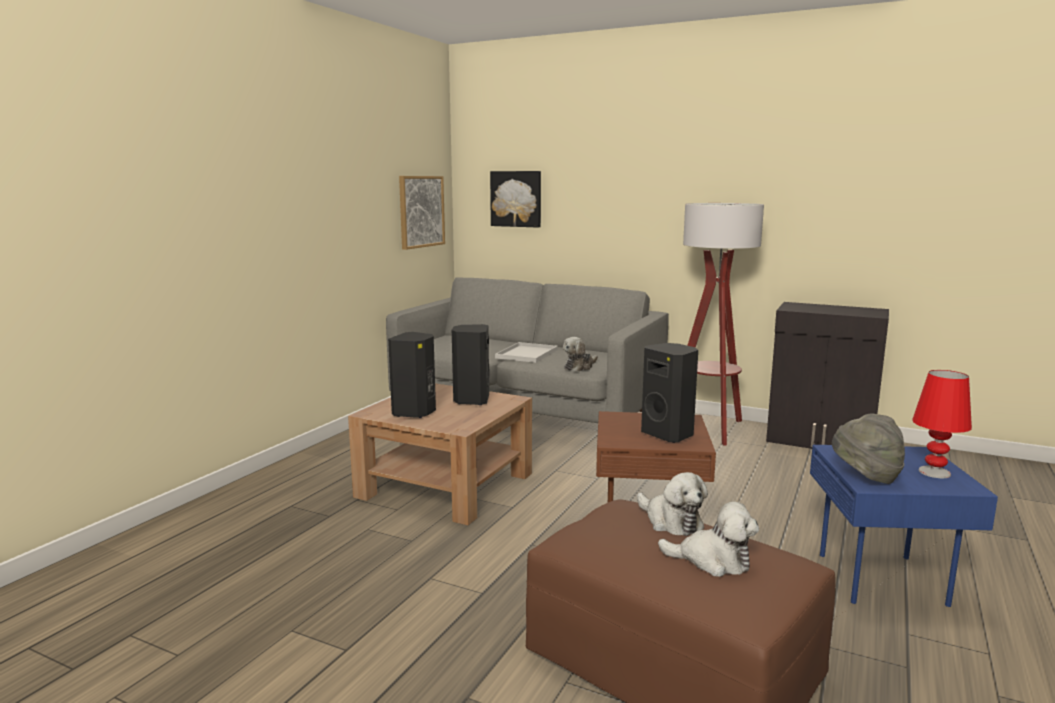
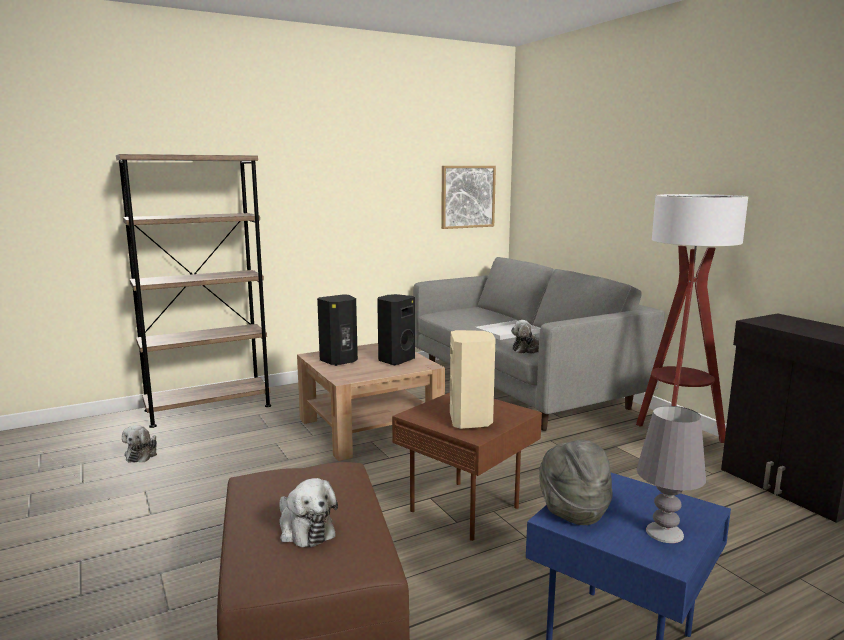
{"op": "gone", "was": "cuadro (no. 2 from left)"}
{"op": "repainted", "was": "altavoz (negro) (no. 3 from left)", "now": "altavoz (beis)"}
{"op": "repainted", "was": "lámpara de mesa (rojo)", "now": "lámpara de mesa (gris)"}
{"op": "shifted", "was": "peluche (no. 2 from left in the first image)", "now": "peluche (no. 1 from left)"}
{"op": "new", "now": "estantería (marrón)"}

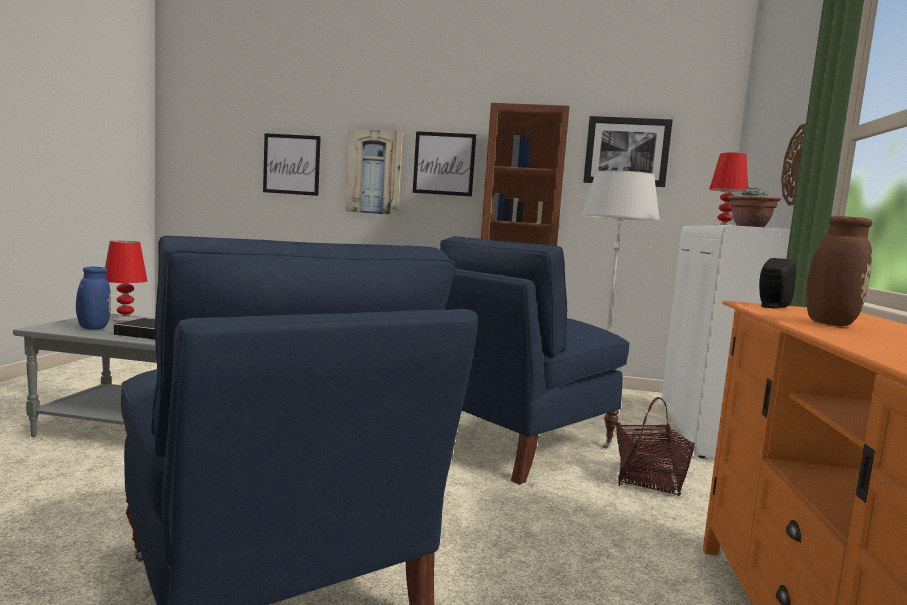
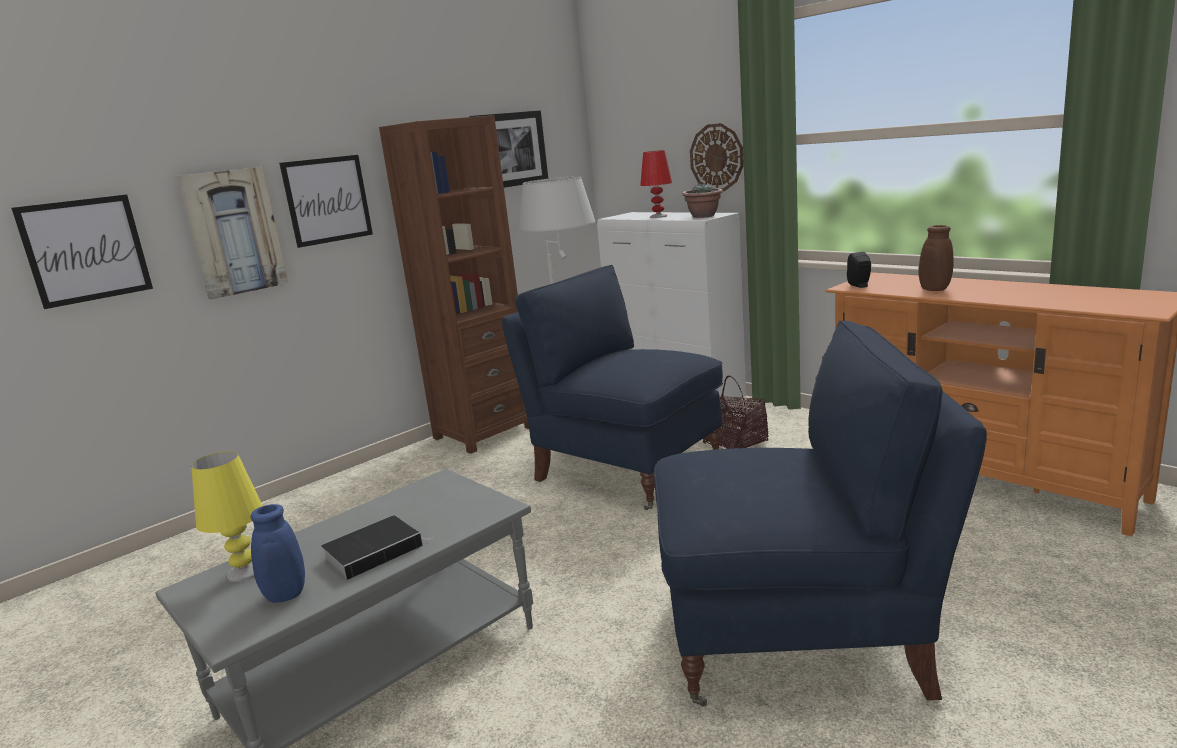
{"op": "rotated", "was": "sillón (azul) (no. 2 from left in the first image)", "clockwise": 135}
{"op": "repainted", "was": "lámpara de mesa (rojo) (no. 1 from left)", "now": "lámpara de mesa (amarillo)"}

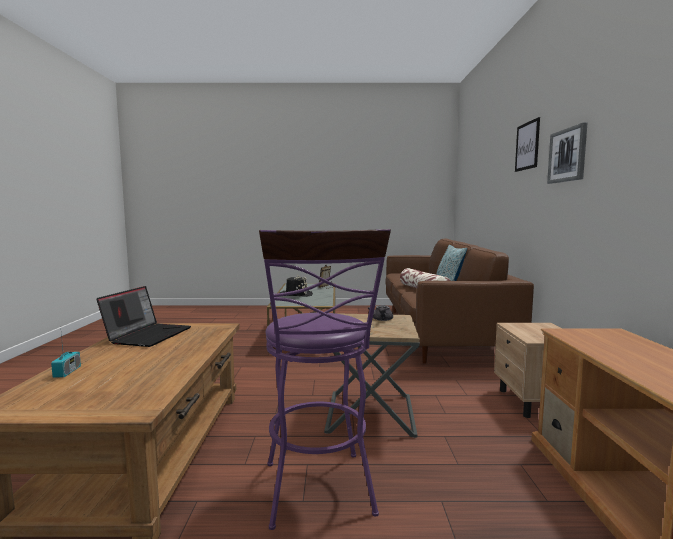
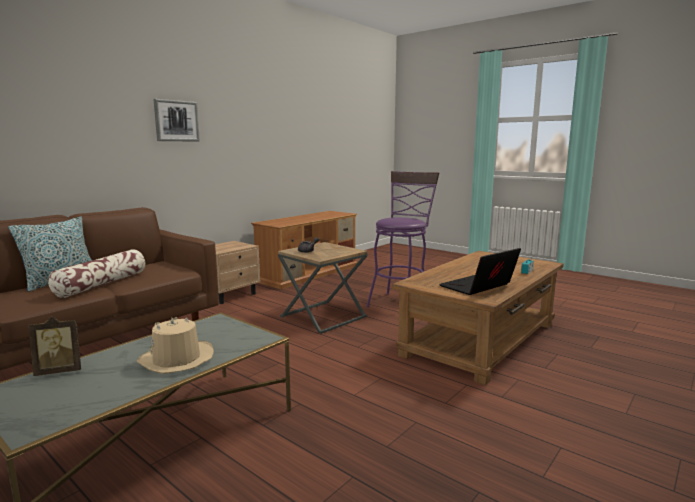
{"op": "gone", "was": "cuadro (no. 1 from left)"}
{"op": "repainted", "was": "sombrero (negro)", "now": "sombrero (beis)"}

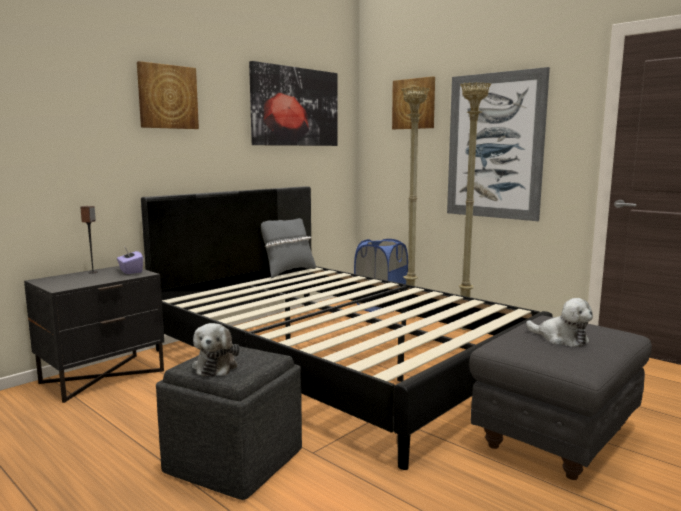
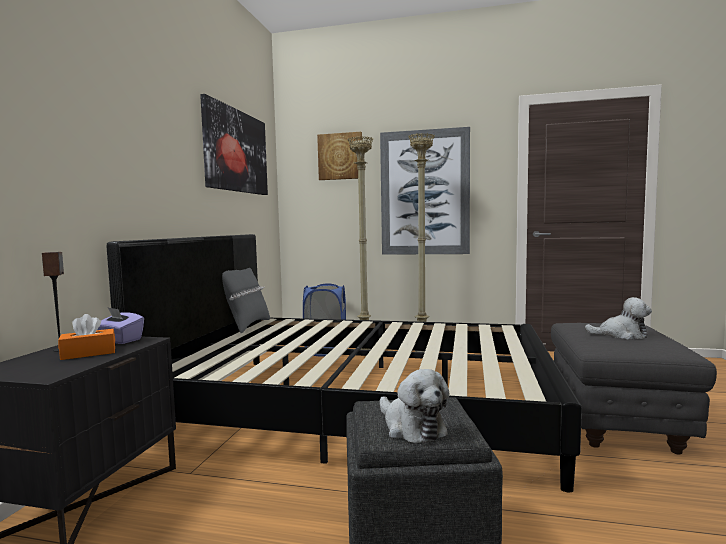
{"op": "gone", "was": "cuadro (no. 1 from left)"}
{"op": "new", "now": "caja de pañuelos (naranja)"}

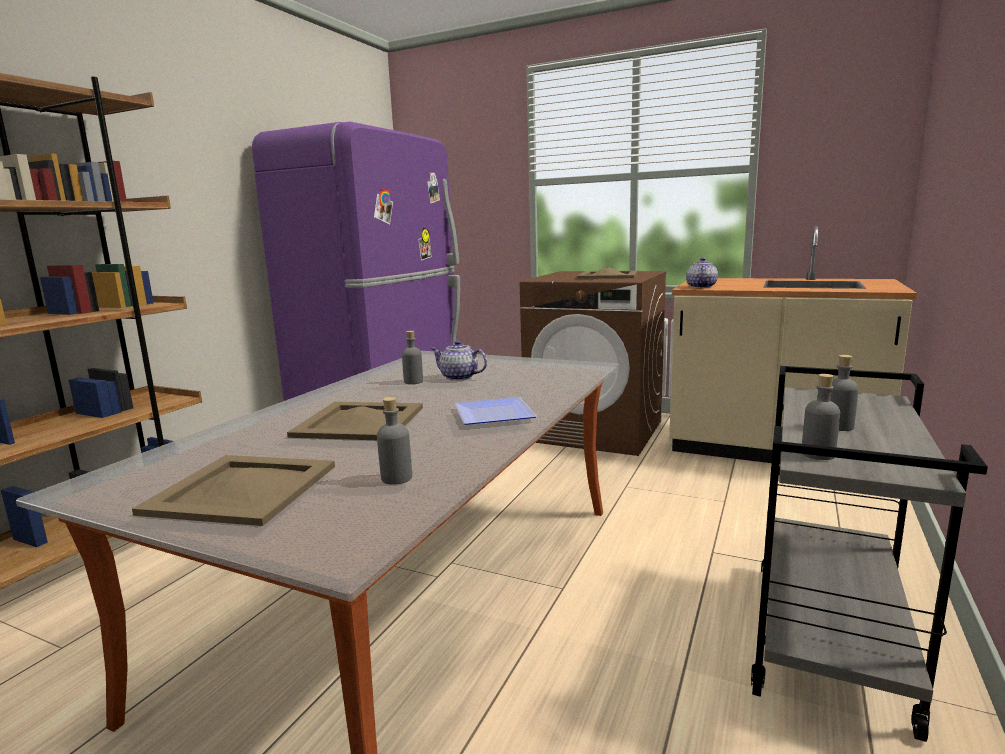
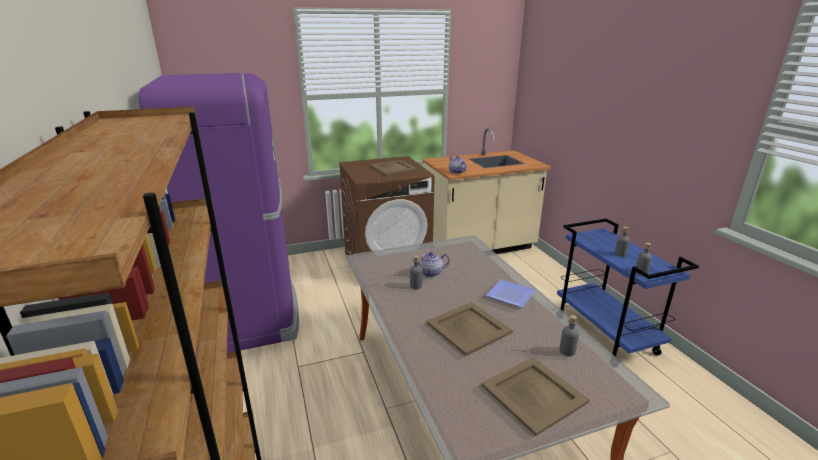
{"op": "repainted", "was": "carrito (gris)", "now": "carrito (azul)"}

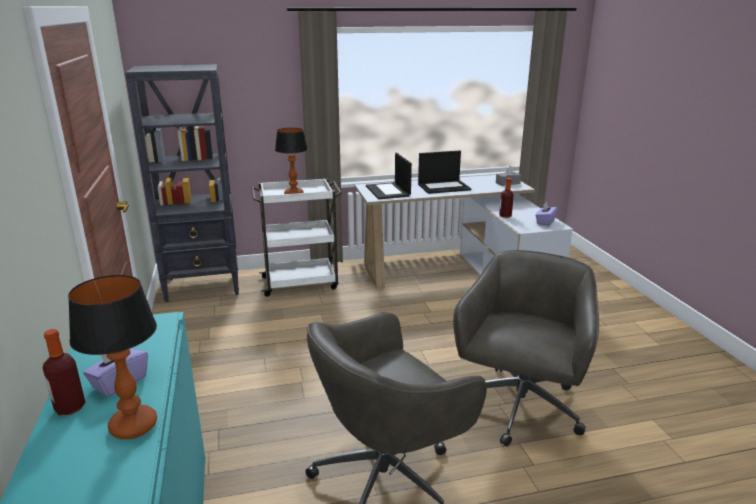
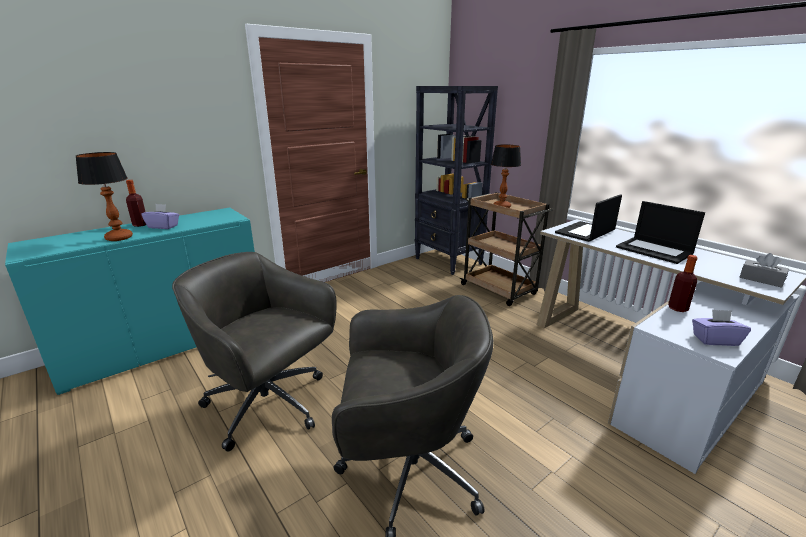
{"op": "repainted", "was": "carrito (blanco)", "now": "carrito (marrón)"}

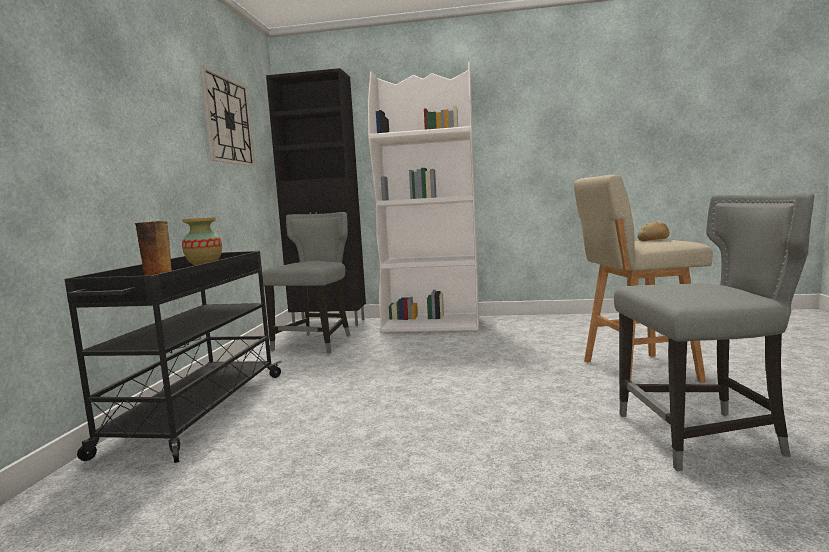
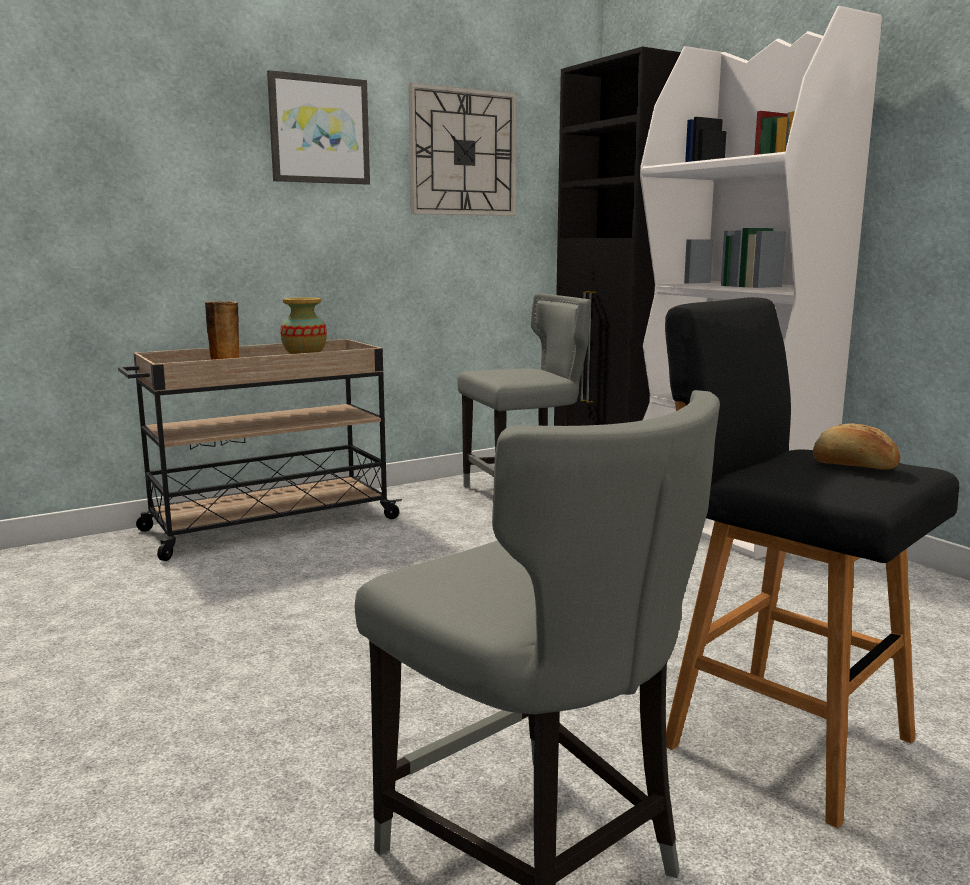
{"op": "repainted", "was": "taburete (beis)", "now": "taburete (negro)"}
{"op": "repainted", "was": "carrito (negro)", "now": "carrito (beis)"}
{"op": "new", "now": "cuadro"}

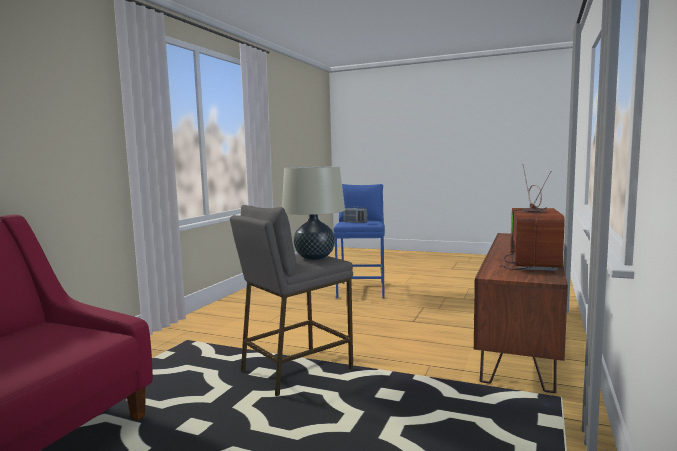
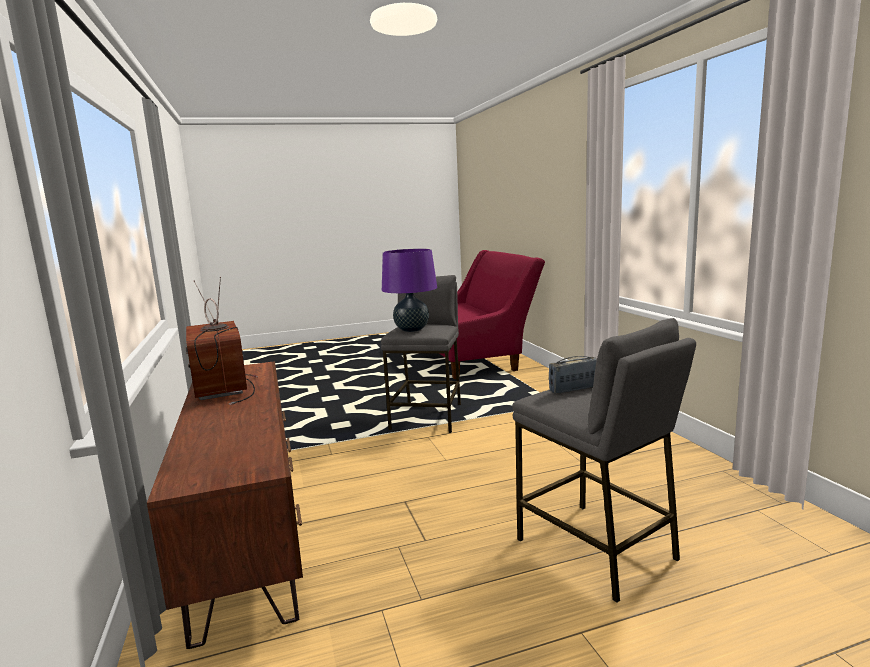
{"op": "repainted", "was": "lámpara de mesa (beis)", "now": "lámpara de mesa (morado)"}
{"op": "repainted", "was": "taburete (azul)", "now": "taburete (gris) (no. 2 from left)"}

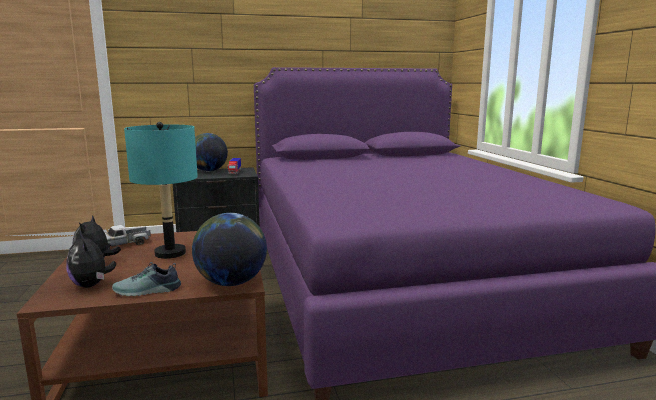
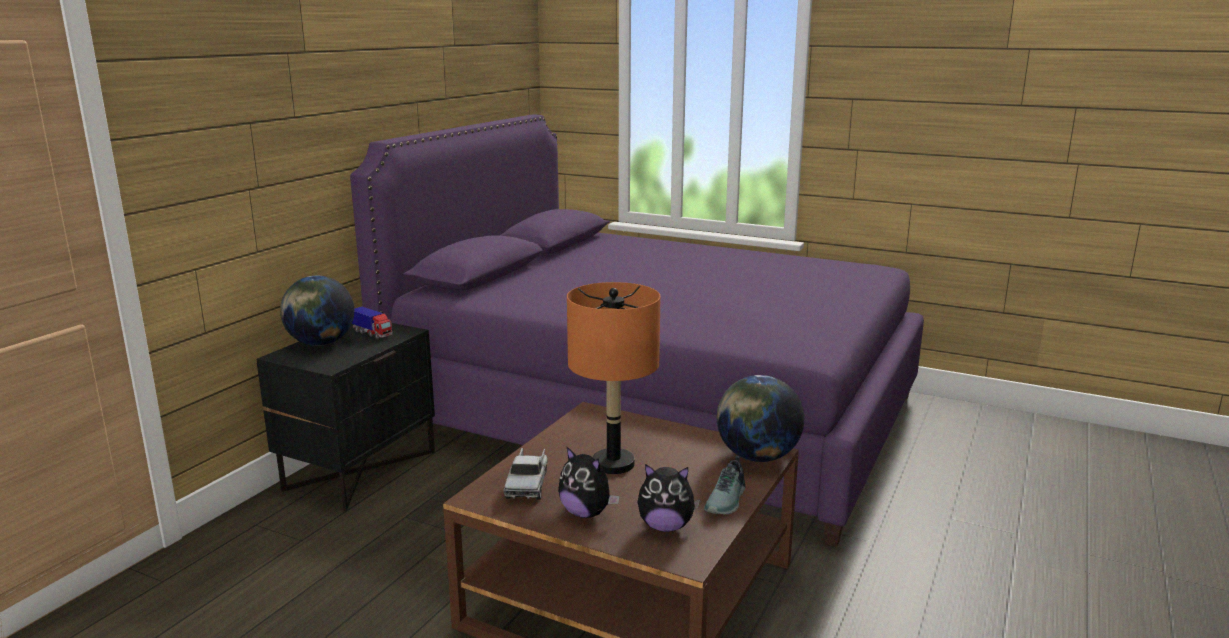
{"op": "repainted", "was": "lámpara de mesa (turquesa)", "now": "lámpara de mesa (naranja)"}

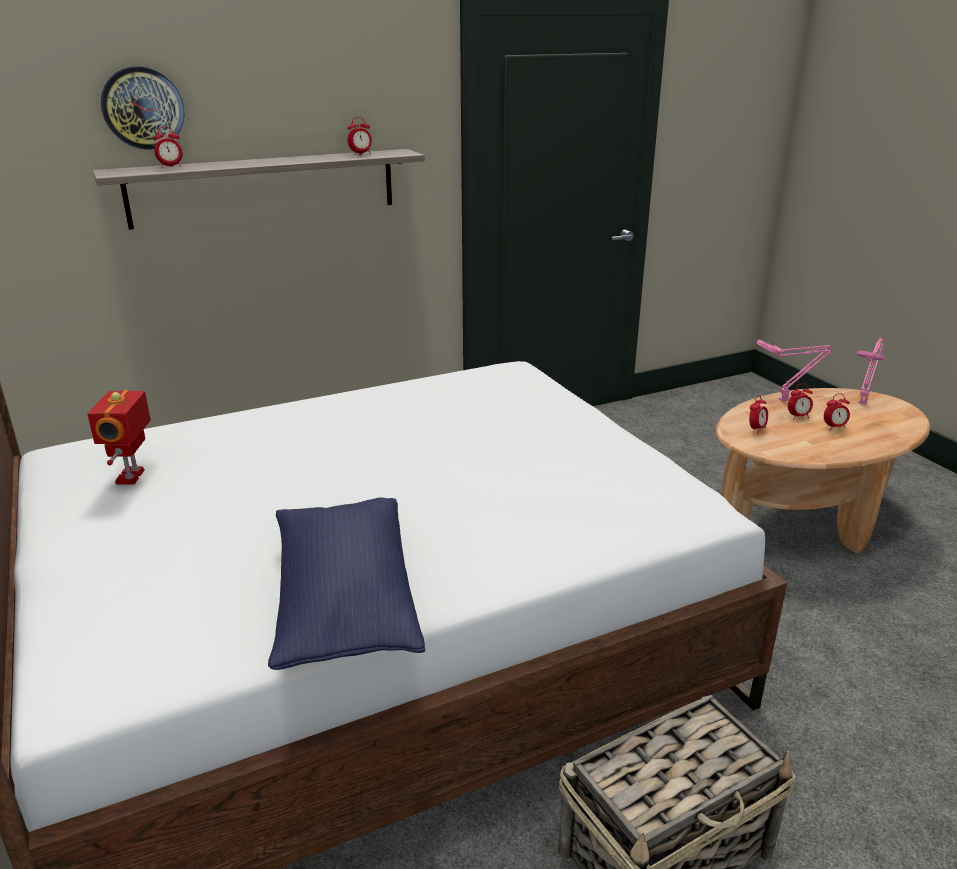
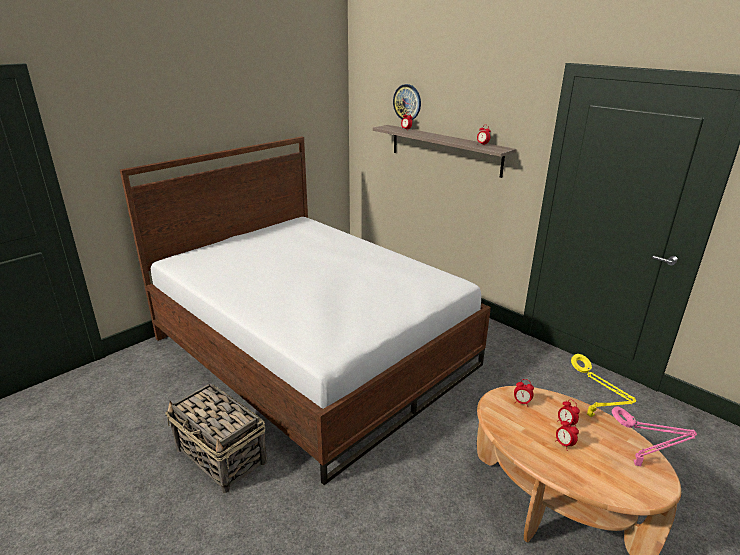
{"op": "repainted", "was": "lámpara de mesa (rosa) (no. 1 from left)", "now": "lámpara de mesa (amarillo)"}
{"op": "gone", "was": "robot de juguete"}
{"op": "gone", "was": "cojín (azul)"}

